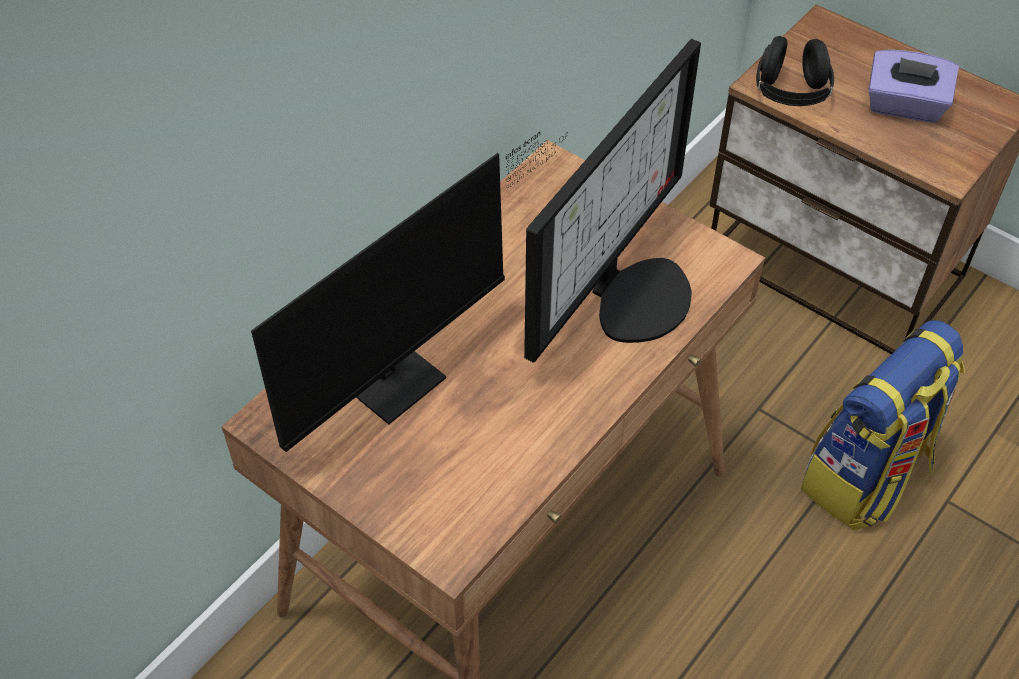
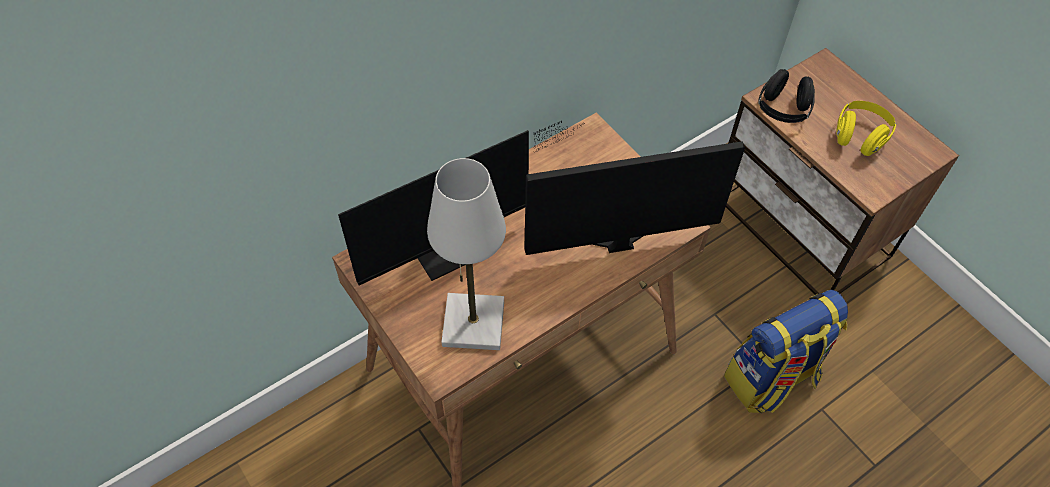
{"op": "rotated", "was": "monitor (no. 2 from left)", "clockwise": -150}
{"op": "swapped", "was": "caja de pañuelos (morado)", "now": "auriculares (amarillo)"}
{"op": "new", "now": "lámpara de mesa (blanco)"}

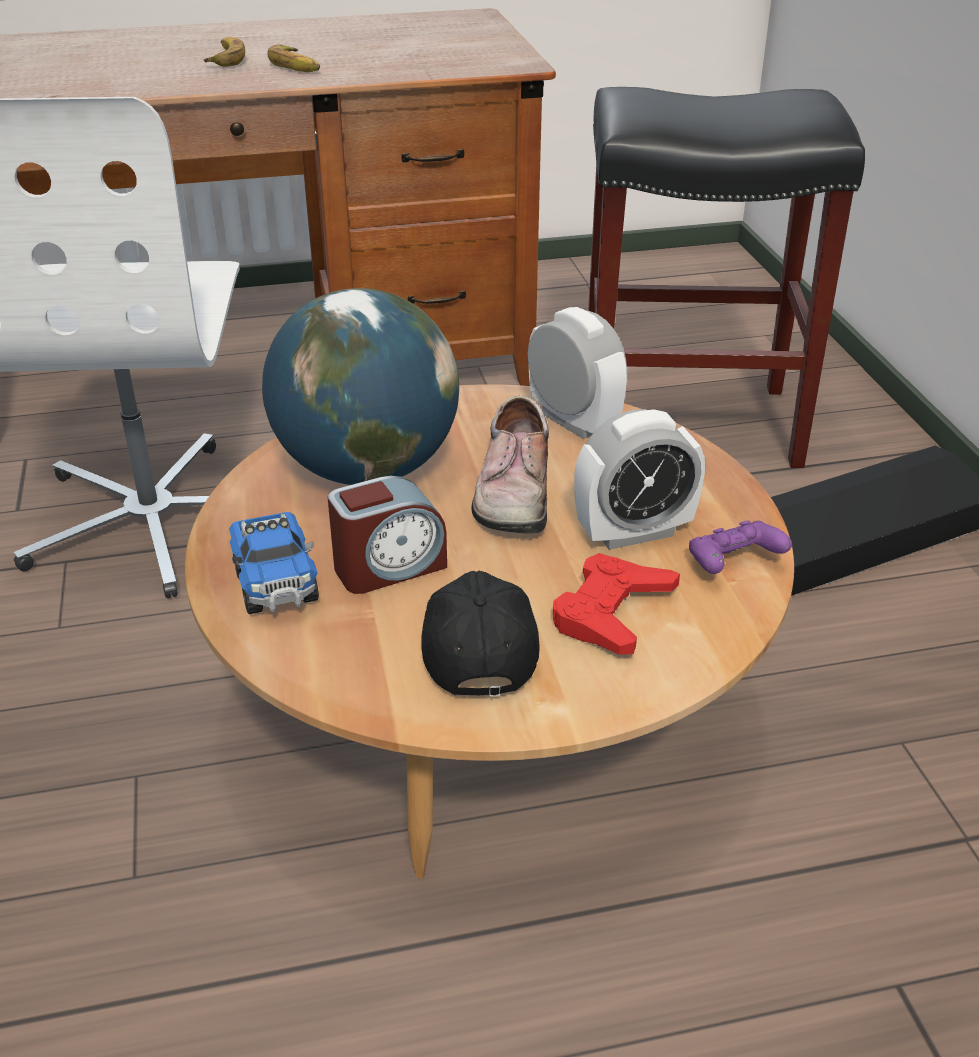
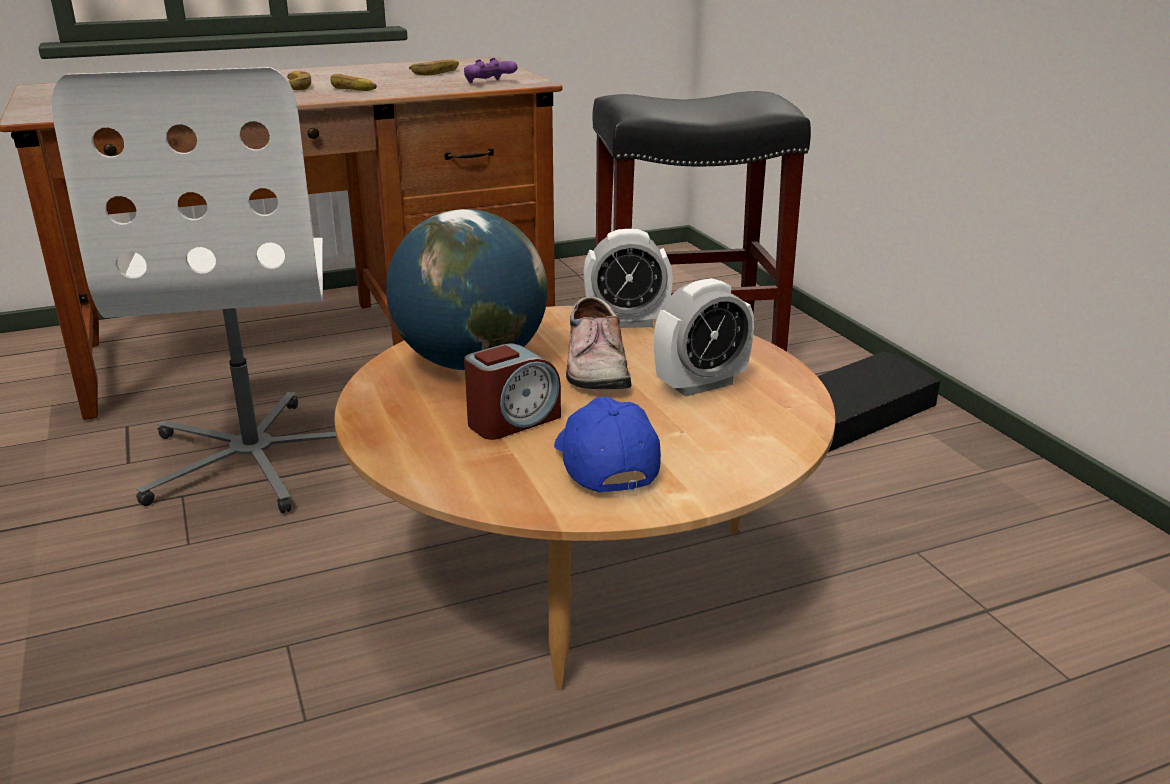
{"op": "rotated", "was": "despertador (no. 2 from left)", "clockwise": 135}
{"op": "gone", "was": "camión de juguete"}
{"op": "shifted", "was": "mando de consola (morado)"}
{"op": "gone", "was": "mando de consola (rojo)"}
{"op": "repainted", "was": "gorra (negro)", "now": "gorra (azul)"}
{"op": "new", "now": "plátano (no. 3 from left)"}

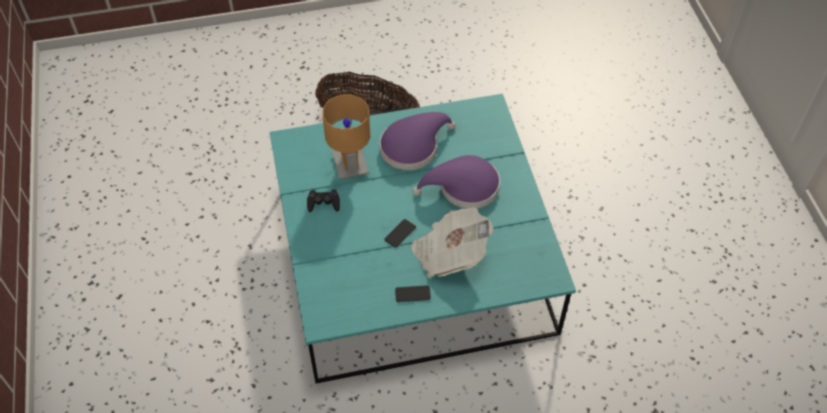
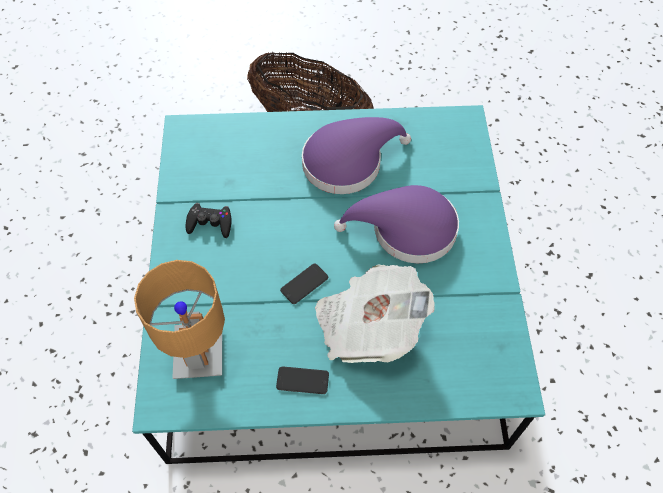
{"op": "shifted", "was": "lámpara de mesa (marrón)"}

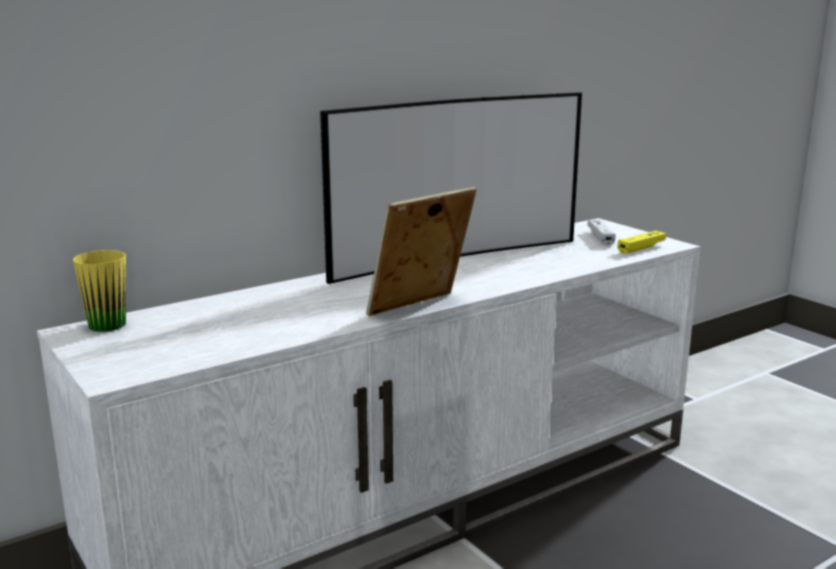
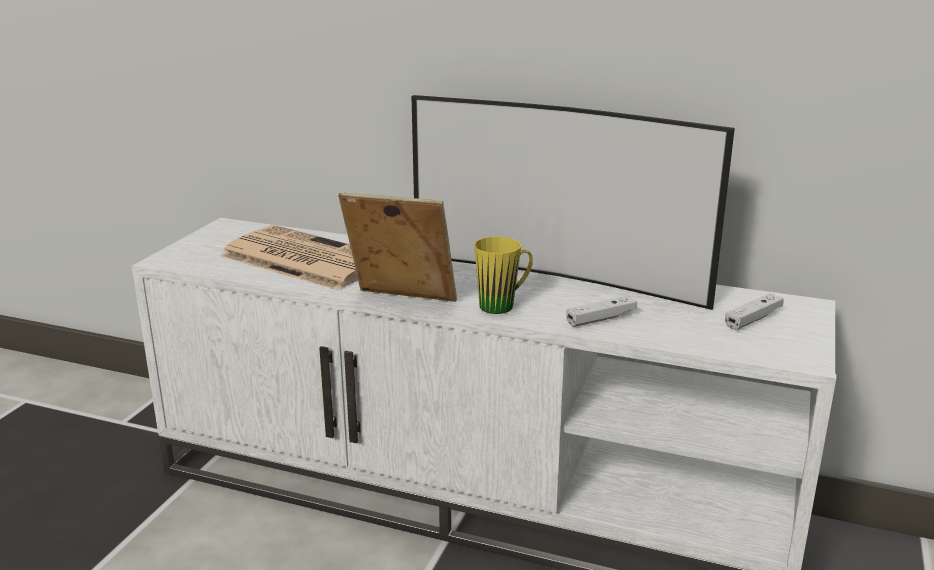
{"op": "gone", "was": "mando de consola (amarillo)"}
{"op": "shifted", "was": "taza grande (amarillo)"}
{"op": "new", "now": "periódico"}
{"op": "new", "now": "mando de consola (blanco) (no. 1 from left)"}

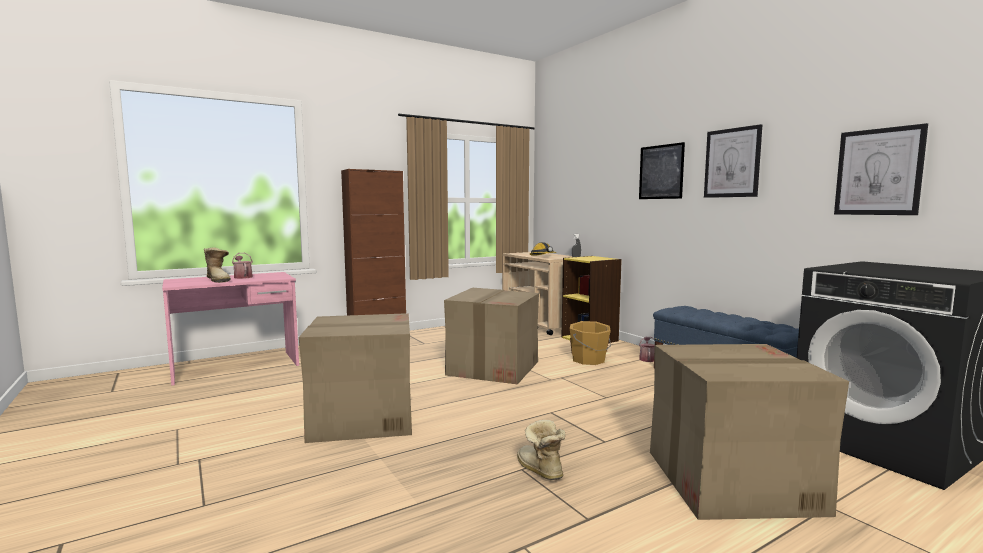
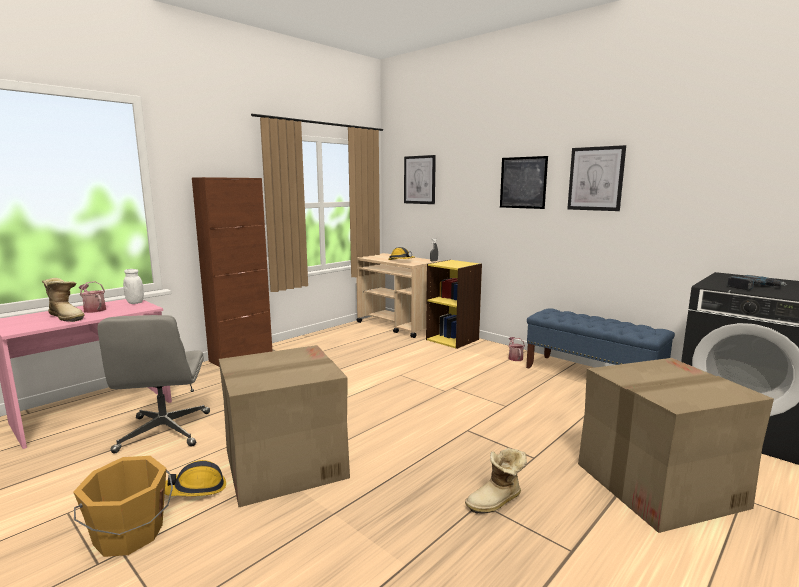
{"op": "shifted", "was": "cuadro (no. 3 from left in the first image)", "now": "cuadro (no. 1 from left)"}
{"op": "gone", "was": "caja de cartón (no. 2 from left)"}
{"op": "shifted", "was": "cubo (naranja)"}
{"op": "rotated", "was": "bota (no. 2 from left)", "clockwise": -75}
{"op": "new", "now": "tarro (blanco)"}
{"op": "new", "now": "taladro"}
{"op": "new", "now": "silla de oficina (gris)"}
{"op": "new", "now": "casco (no. 1 from left)"}

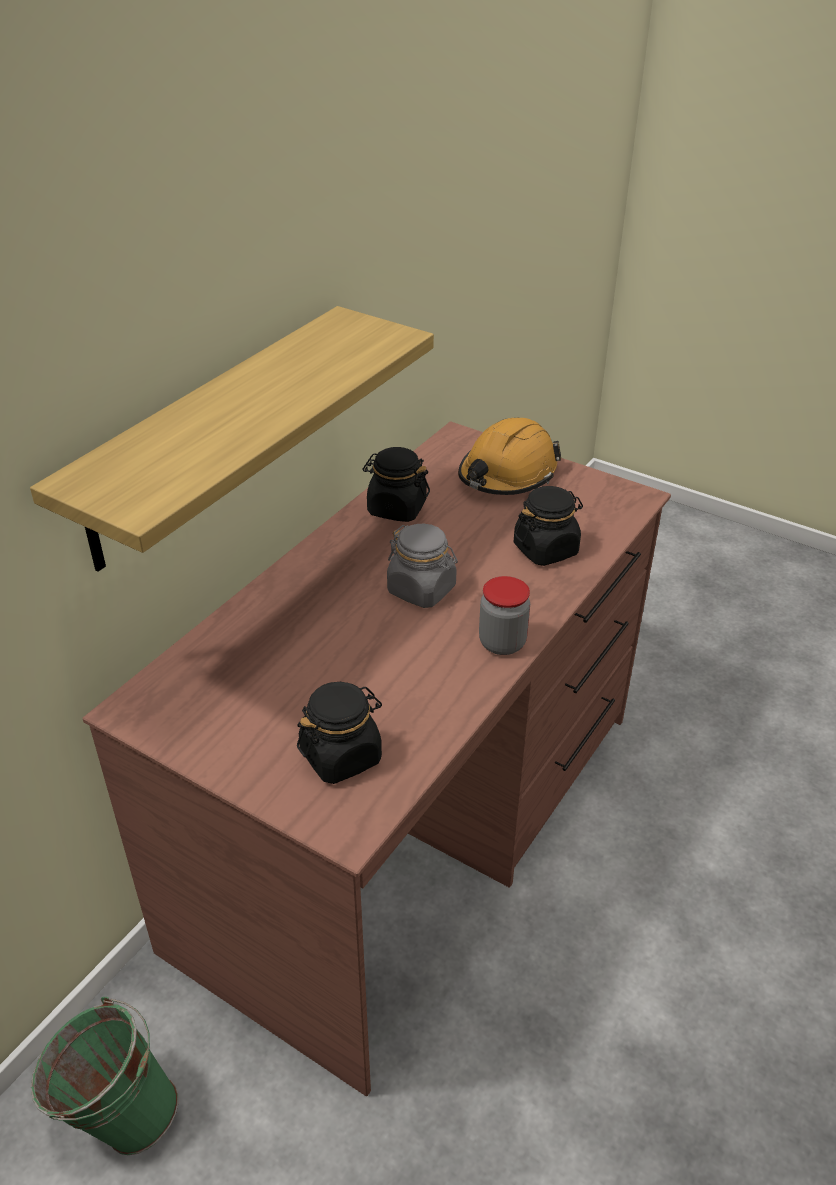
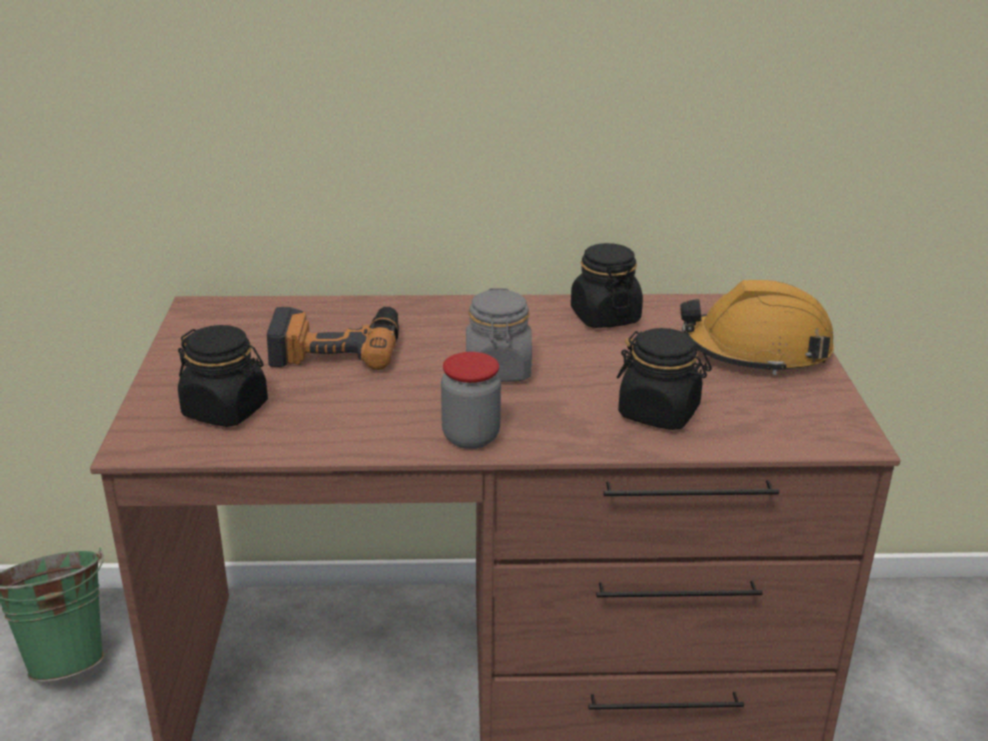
{"op": "gone", "was": "estante"}
{"op": "new", "now": "taladro"}

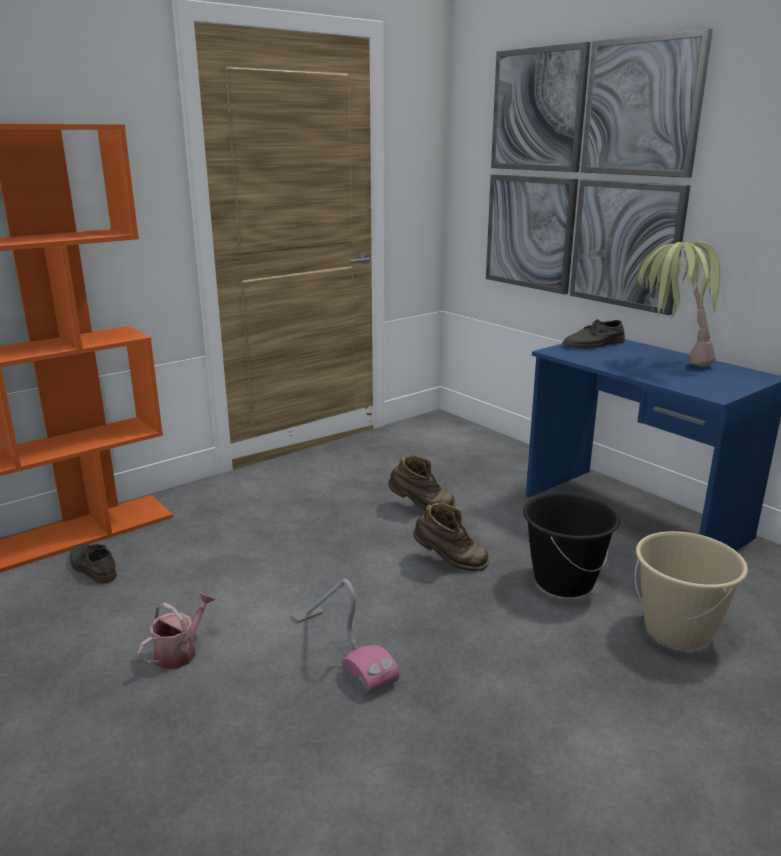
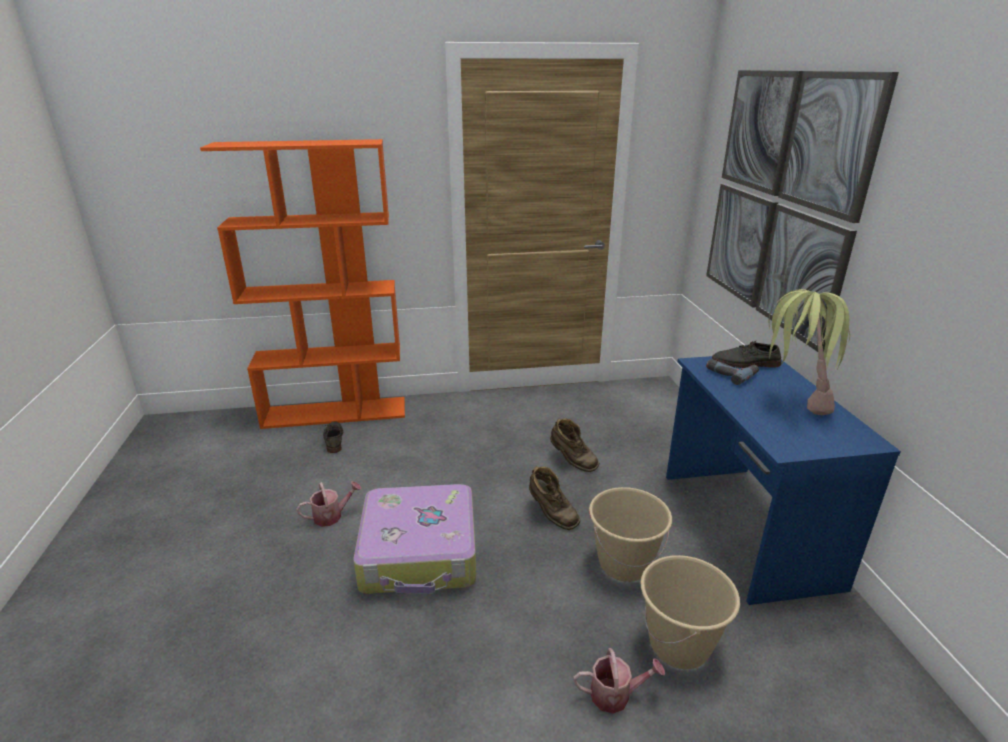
{"op": "repainted", "was": "cubo (negro)", "now": "cubo (beis) (no. 1 from left)"}
{"op": "swapped", "was": "aspiradora", "now": "maleta"}
{"op": "new", "now": "taladro"}
{"op": "new", "now": "regadera (no. 2 from left)"}

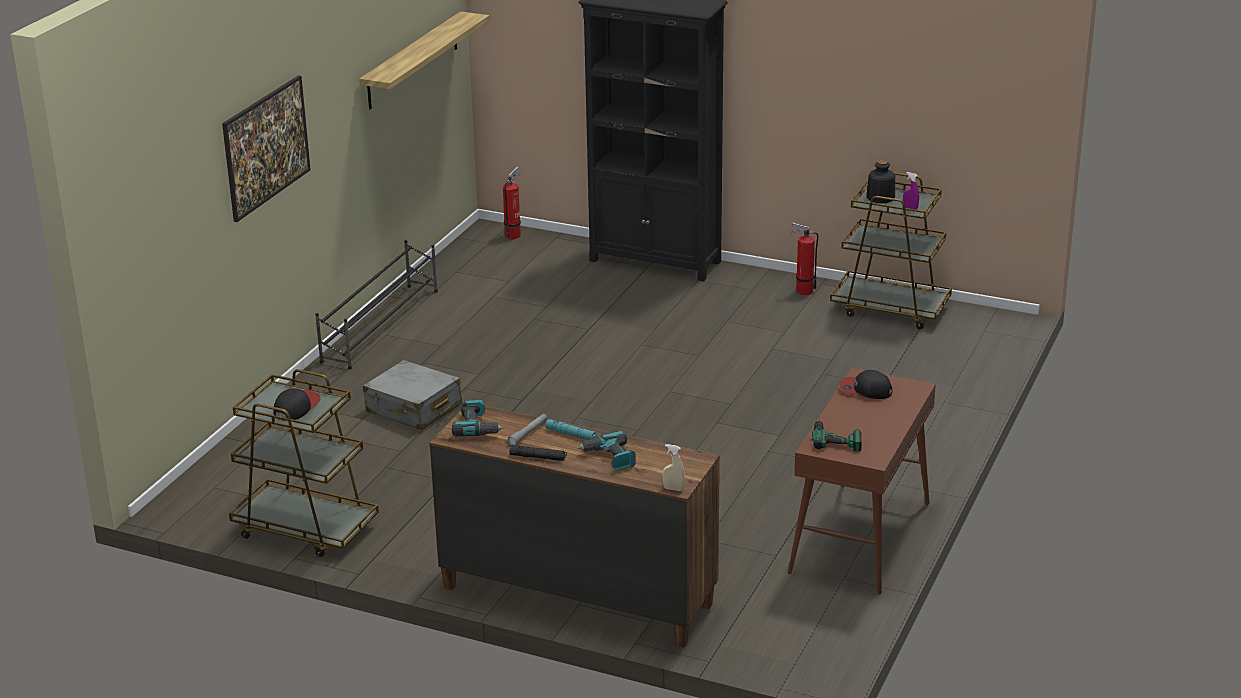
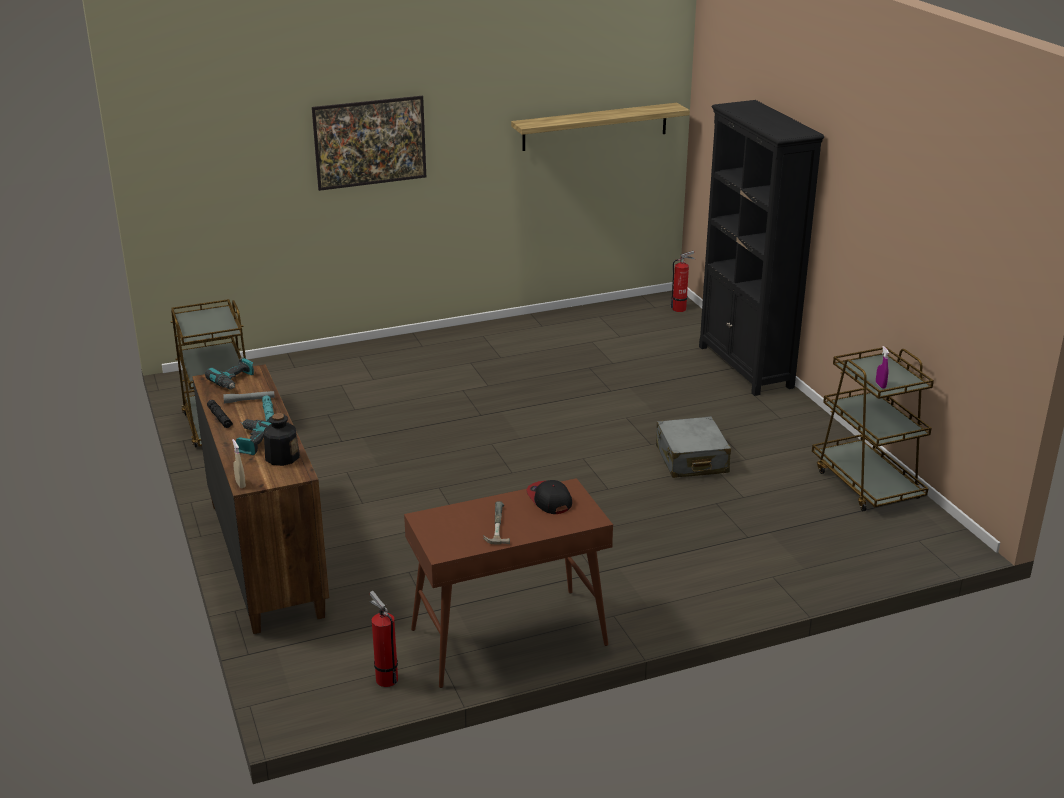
{"op": "shifted", "was": "botella"}
{"op": "shifted", "was": "extintor (no. 2 from left in the first image)", "now": "extintor (no. 1 from left)"}
{"op": "gone", "was": "zapatero (negro)"}
{"op": "shifted", "was": "maleta (gris)"}
{"op": "gone", "was": "gorra (no. 1 from left)"}
{"op": "gone", "was": "taladro (no. 3 from left)"}
{"op": "new", "now": "martillo"}

